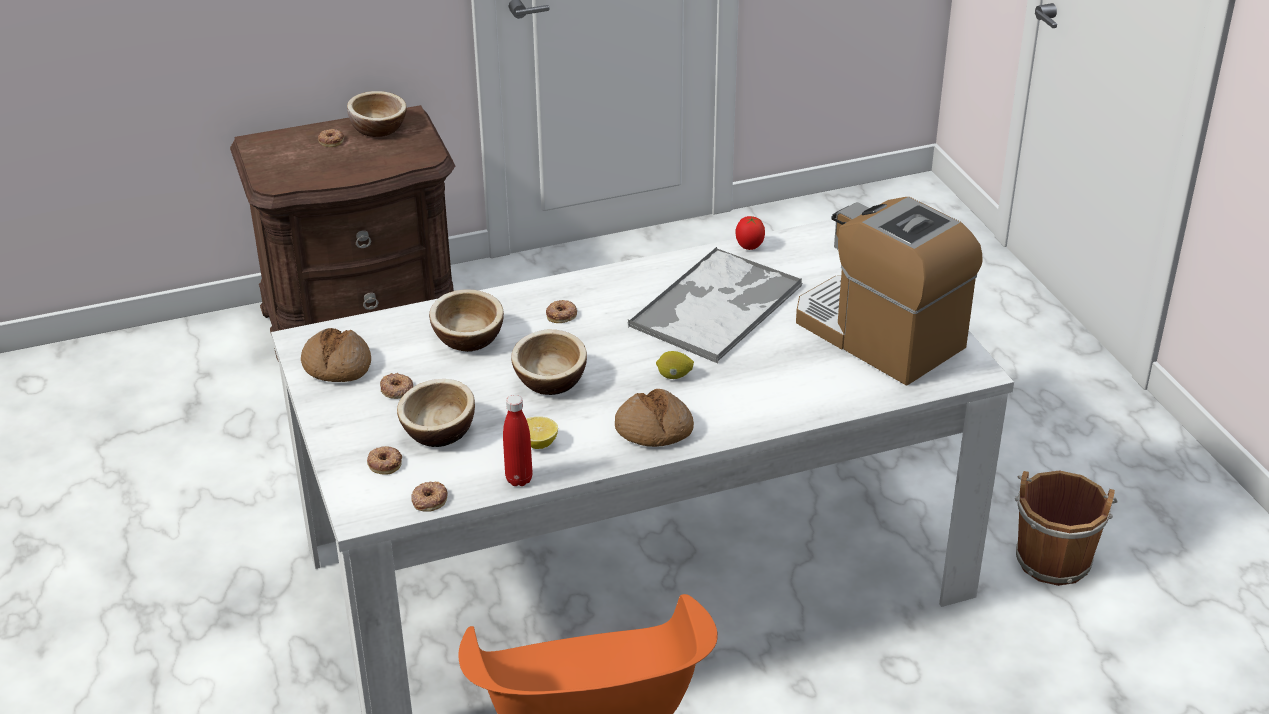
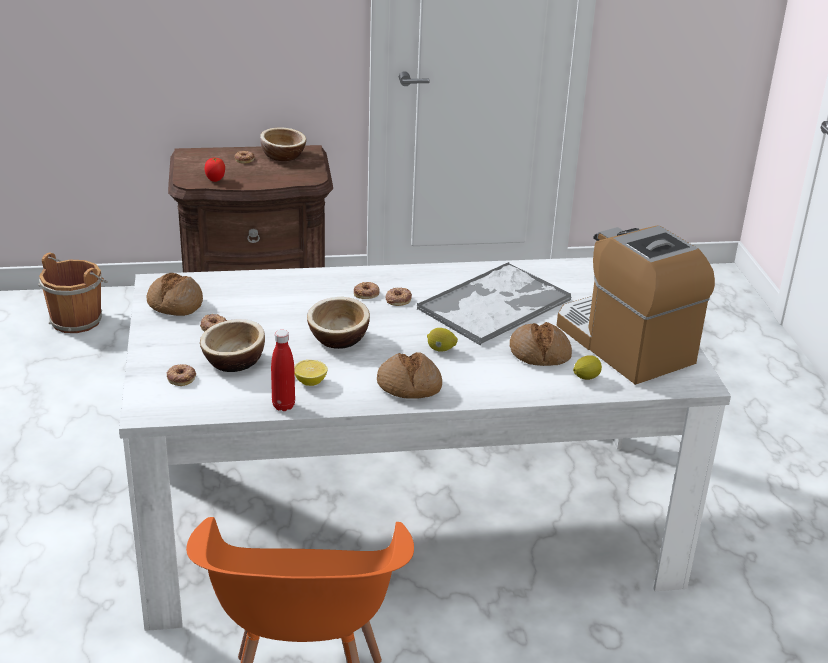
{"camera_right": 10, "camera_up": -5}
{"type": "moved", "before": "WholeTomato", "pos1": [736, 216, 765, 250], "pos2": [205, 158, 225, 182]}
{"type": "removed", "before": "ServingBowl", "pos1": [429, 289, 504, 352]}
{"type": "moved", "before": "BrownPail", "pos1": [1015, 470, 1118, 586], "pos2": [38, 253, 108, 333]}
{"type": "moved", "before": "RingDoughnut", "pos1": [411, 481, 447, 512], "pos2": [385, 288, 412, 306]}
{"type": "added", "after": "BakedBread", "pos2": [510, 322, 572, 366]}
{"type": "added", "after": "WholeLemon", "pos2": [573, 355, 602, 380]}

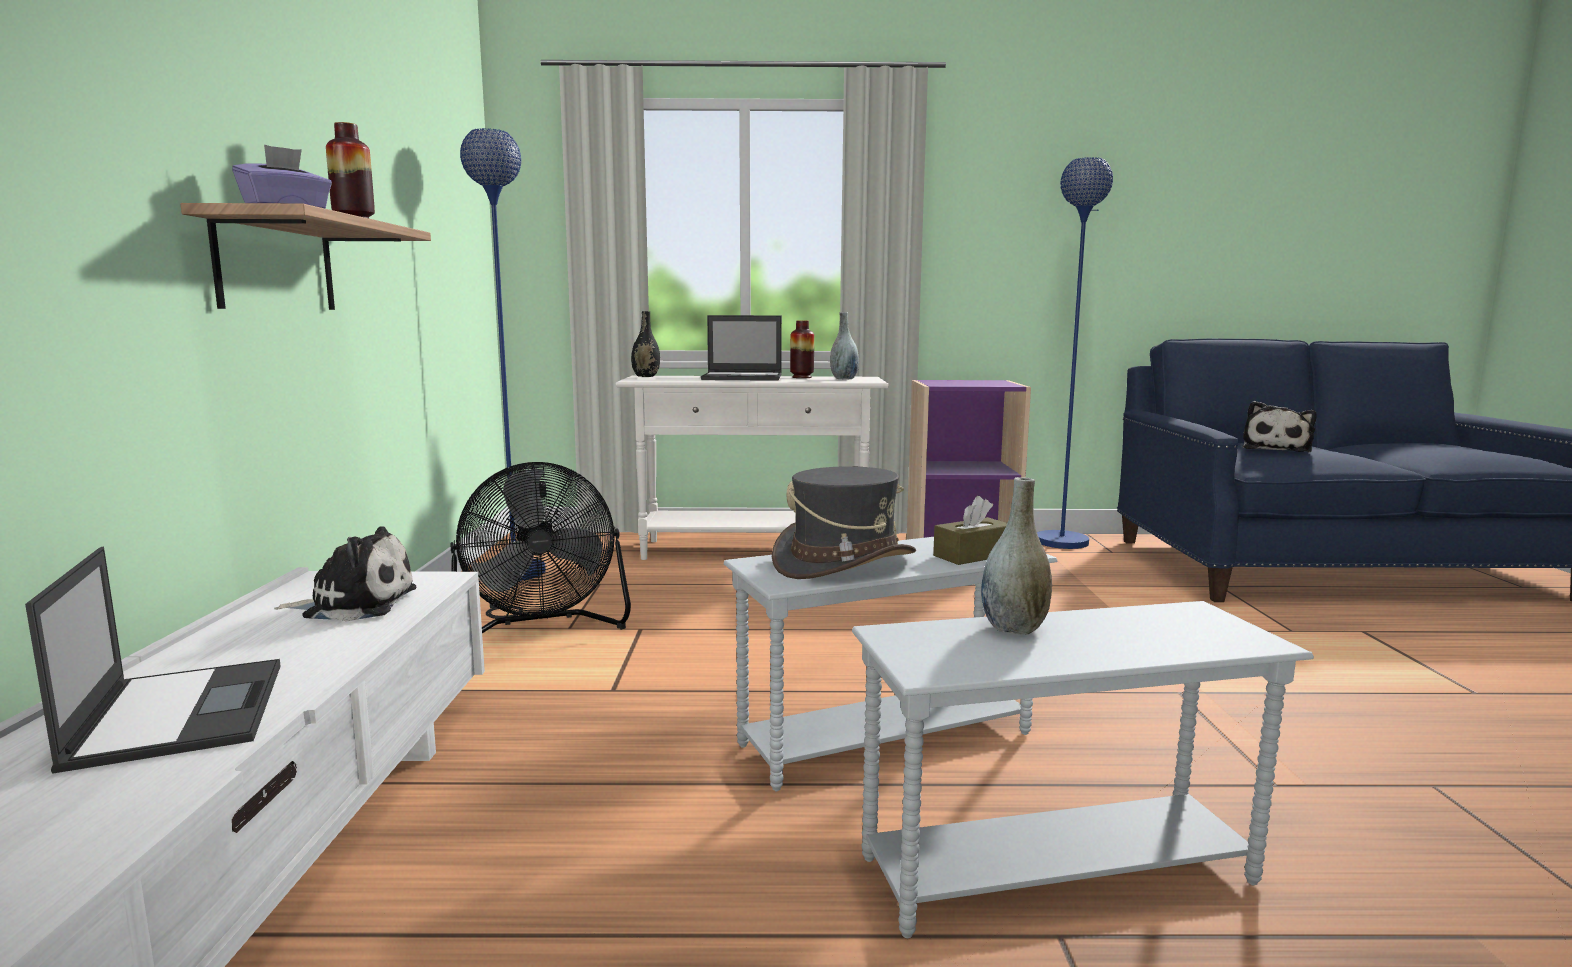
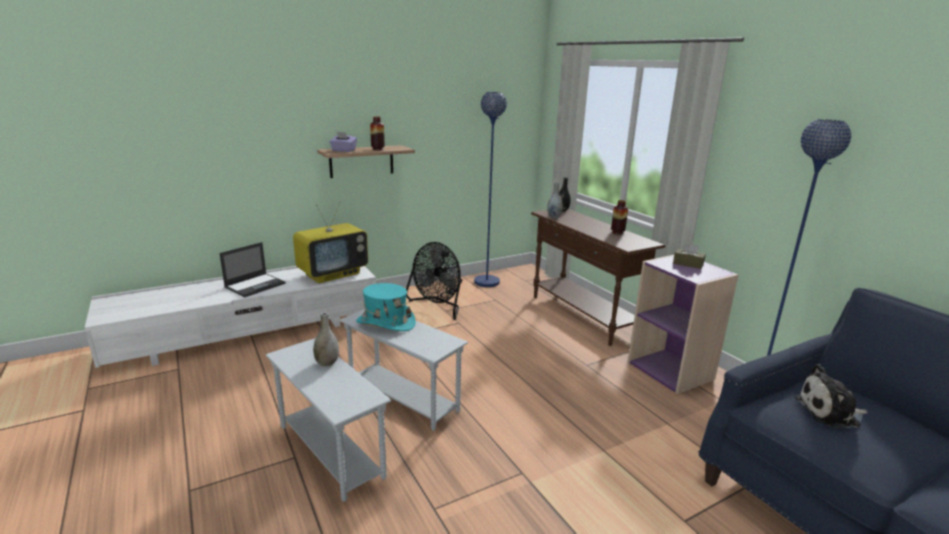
{"camera_right": 60, "camera_up": 10}
{"type": "moved", "before": "GreyDecorativeVase", "pos1": [830, 312, 859, 380], "pos2": [547, 182, 563, 218]}
{"type": "removed", "before": "Laptop", "pos1": [701, 315, 782, 381]}
{"type": "recoloured", "before": "WhiteColouredNarrowTable", "after": "BrownNarrowTable", "pos1": [616, 376, 889, 560], "pos2": [531, 209, 665, 346]}
{"type": "recoloured", "before": "GreyWearableHat", "after": "TurquoiseColouredWearableHat", "pos1": [772, 466, 916, 579], "pos2": [356, 283, 416, 331]}
{"type": "moved", "before": "BrownTissueBox", "pos1": [933, 496, 1007, 565], "pos2": [673, 243, 706, 269]}
{"type": "replaced", "before": "CuddlyToy", "after": "Tv", "pos1": [274, 526, 416, 621], "pos2": [293, 202, 368, 284]}

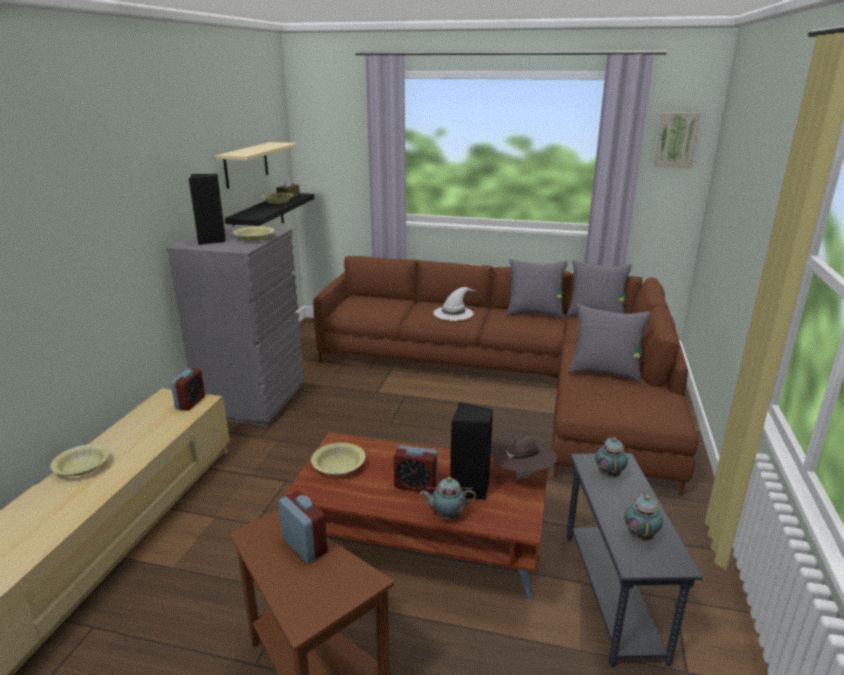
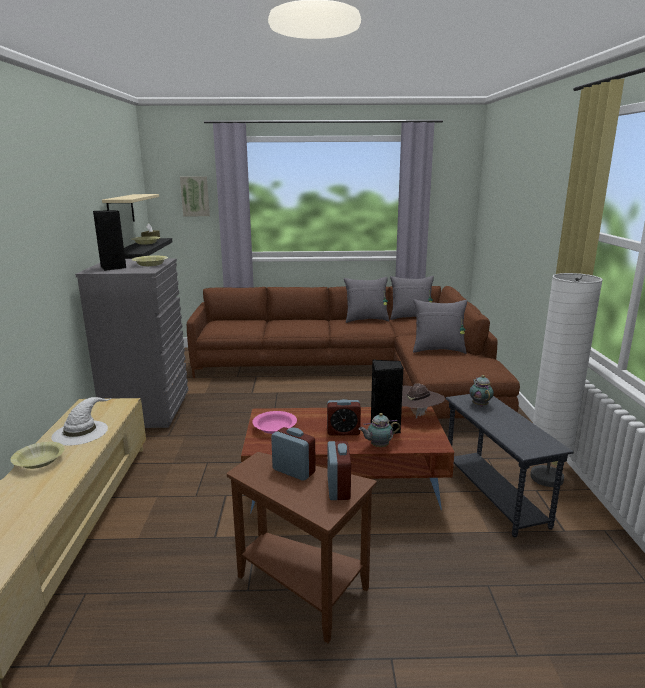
{"camera_right": -15, "camera_up": -5}
{"type": "moved", "before": "WallPicture", "pos1": [654, 112, 701, 168], "pos2": [180, 176, 210, 216]}
{"type": "moved", "before": "WhiteColouredWearableHat", "pos1": [433, 287, 476, 321], "pos2": [51, 397, 111, 445]}
{"type": "moved", "before": "TableClock", "pos1": [171, 368, 205, 411], "pos2": [327, 441, 351, 500]}
{"type": "recoloured", "before": "YellowColouredServingBowl", "after": "PinkServingBowl", "pos1": [311, 443, 365, 475], "pos2": [252, 411, 297, 434]}
{"type": "removed", "before": "Teapot", "pos1": [625, 492, 663, 541]}
{"type": "added", "after": "WhiteColouredFloorLamp", "pos2": [530, 273, 603, 487]}

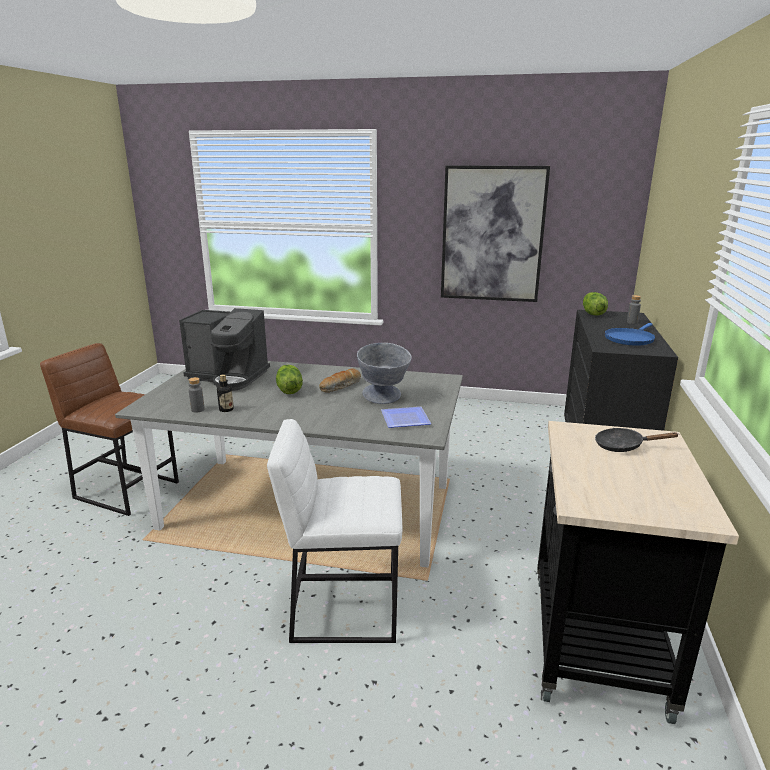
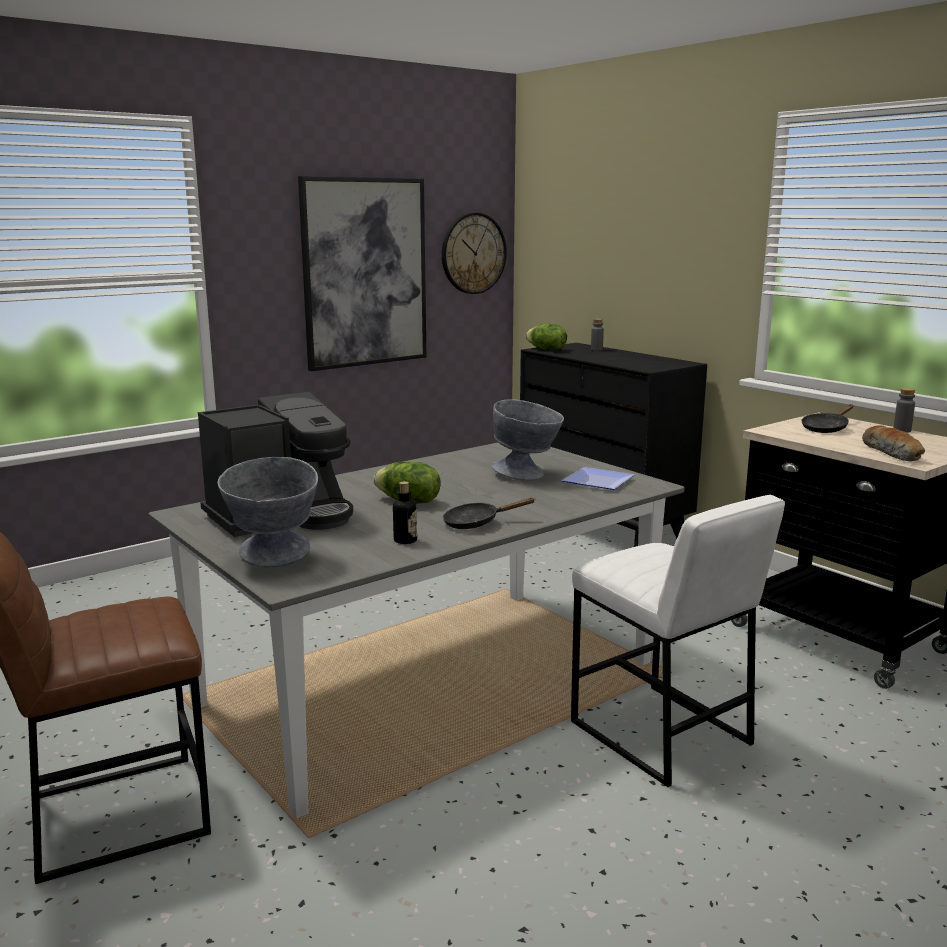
{"camera_right": -50, "camera_up": -5}
{"type": "removed", "before": "BluePan", "pos1": [604, 323, 655, 346]}
{"type": "moved", "before": "BakedBread", "pos1": [319, 369, 361, 393], "pos2": [862, 425, 925, 461]}
{"type": "moved", "before": "GreyBottle", "pos1": [189, 377, 205, 413], "pos2": [894, 388, 915, 433]}
{"type": "turned", "before": "WhiteColouredPlainChair", "pos1": [267, 419, 402, 643], "pos2": [571, 495, 785, 787], "turn": -75}
{"type": "added", "after": "WallClock", "pos2": [442, 213, 507, 294]}
{"type": "added", "after": "GreyServingBowl", "pos2": [217, 457, 318, 567]}
{"type": "added", "after": "BlackPan", "pos2": [443, 498, 535, 529]}

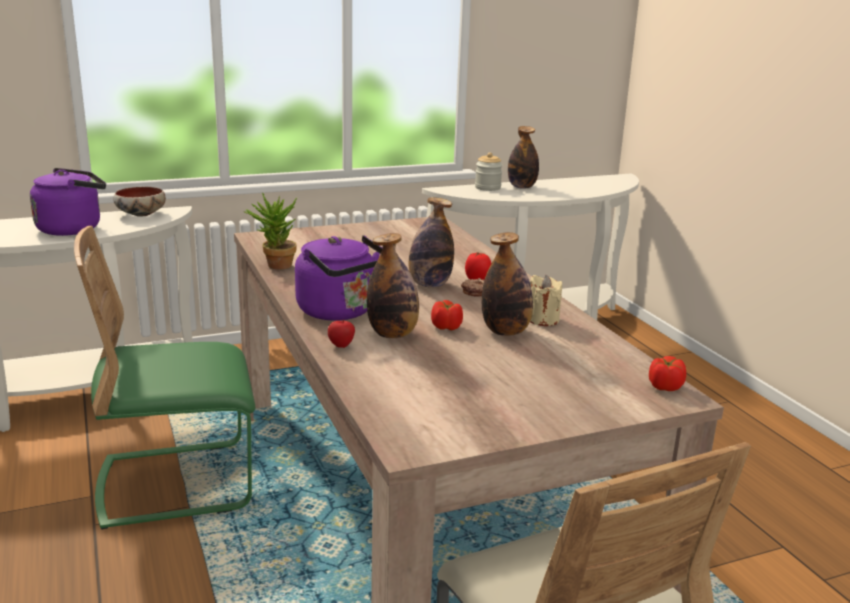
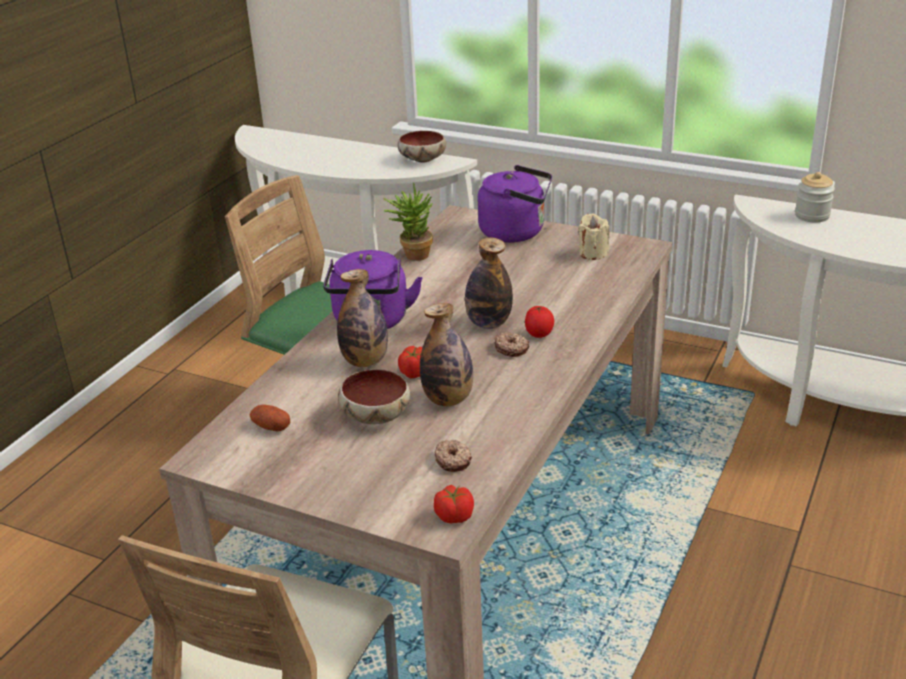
{"camera_right": 50, "camera_up": 10}
{"type": "removed", "before": "Bottle", "pos1": [508, 126, 539, 189]}
{"type": "moved", "before": "PurplishTeaKettle", "pos1": [30, 168, 106, 236], "pos2": [477, 165, 552, 242]}
{"type": "moved", "before": "SandColouredWaxCandle", "pos1": [530, 275, 562, 326], "pos2": [578, 213, 610, 260]}
{"type": "removed", "before": "AppleFruit", "pos1": [328, 320, 355, 348]}
{"type": "added", "after": "ServingBowl", "pos2": [338, 369, 410, 424]}
{"type": "added", "after": "WholePotato", "pos2": [249, 405, 290, 432]}
{"type": "added", "after": "RingDoughnut", "pos2": [435, 440, 472, 472]}

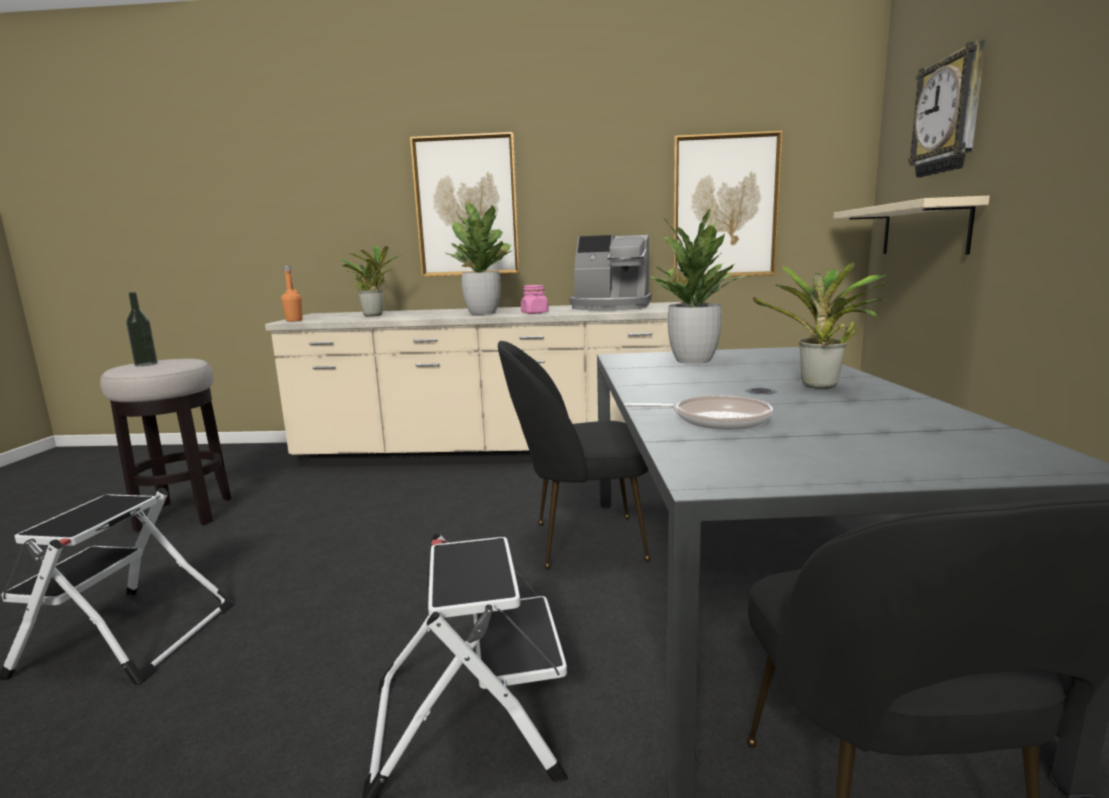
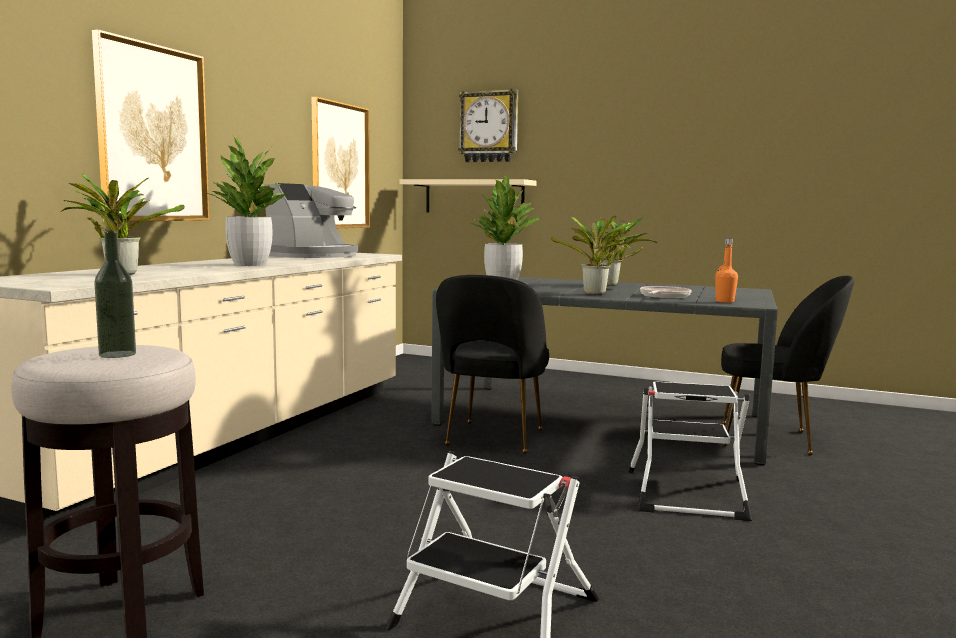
{"camera_right": -70, "camera_up": -5}
{"type": "moved", "before": "OrangeyBottle", "pos1": [281, 266, 303, 322], "pos2": [715, 239, 738, 303]}
{"type": "removed", "before": "PinkJar", "pos1": [521, 285, 549, 314]}
{"type": "added", "after": "PlantInAPot", "pos2": [551, 216, 632, 295]}

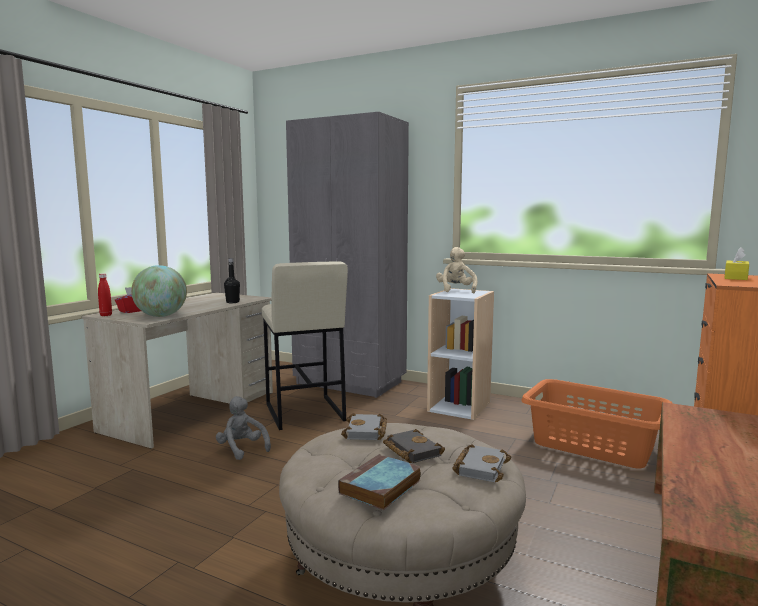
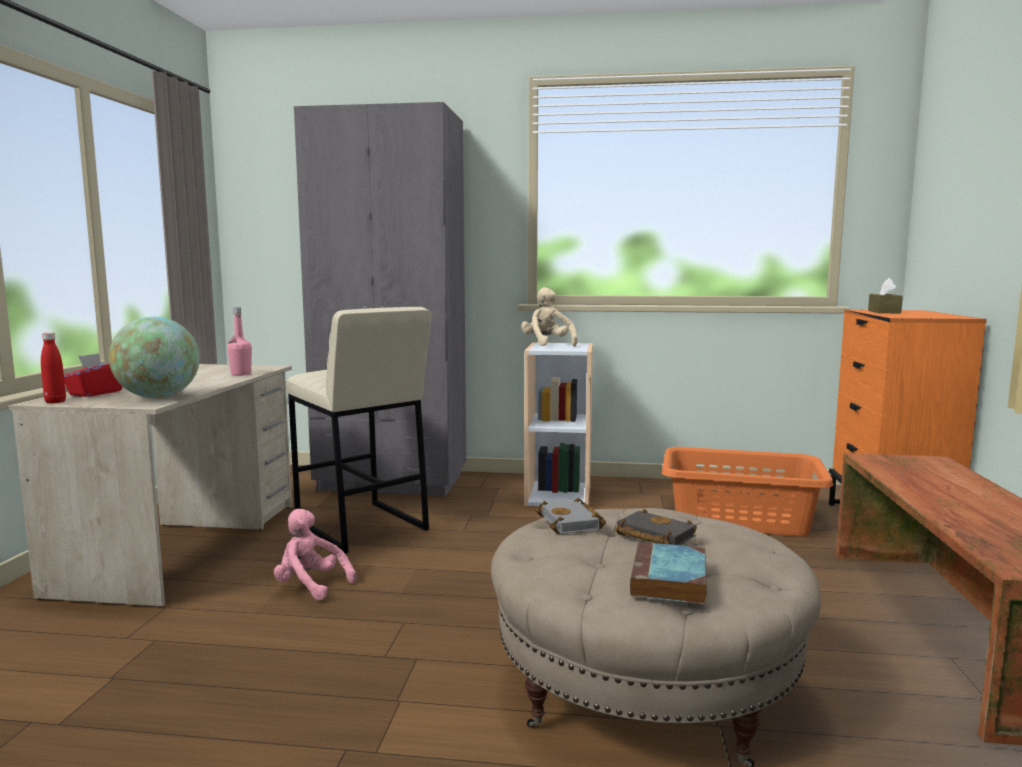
{"camera_right": -20, "camera_up": 0}
{"type": "recoloured", "before": "YellowColouredTissueBox", "after": "BrownTissueBox", "pos1": [724, 247, 749, 280], "pos2": [868, 278, 903, 313]}
{"type": "recoloured", "before": "BlackBottle", "after": "PinkBottle", "pos1": [224, 258, 240, 303], "pos2": [227, 307, 252, 376]}
{"type": "recoloured", "before": "GreyCuddlyToy", "after": "PinkCuddlyToy", "pos1": [216, 396, 271, 460], "pos2": [274, 509, 356, 600]}
{"type": "removed", "before": "GreyBook", "pos1": [452, 444, 511, 482]}

